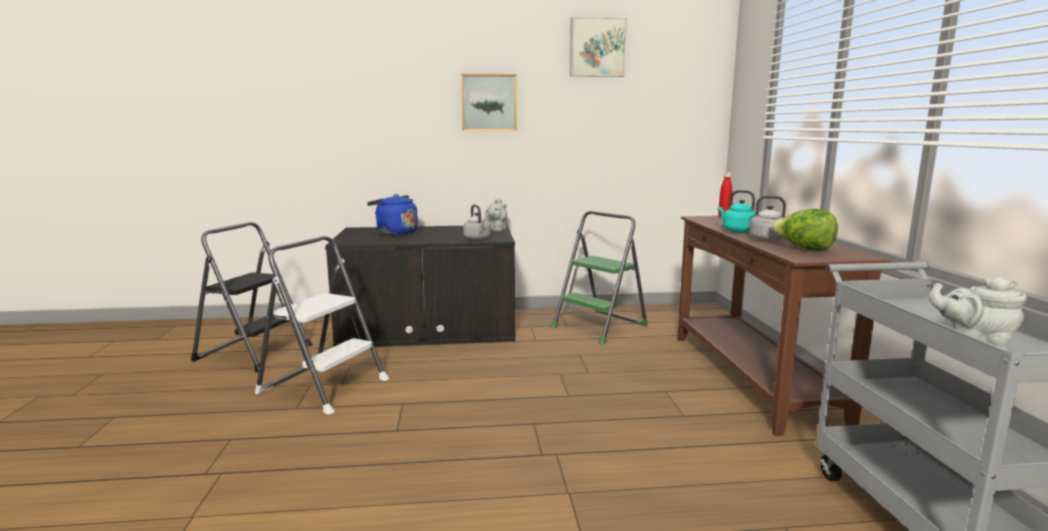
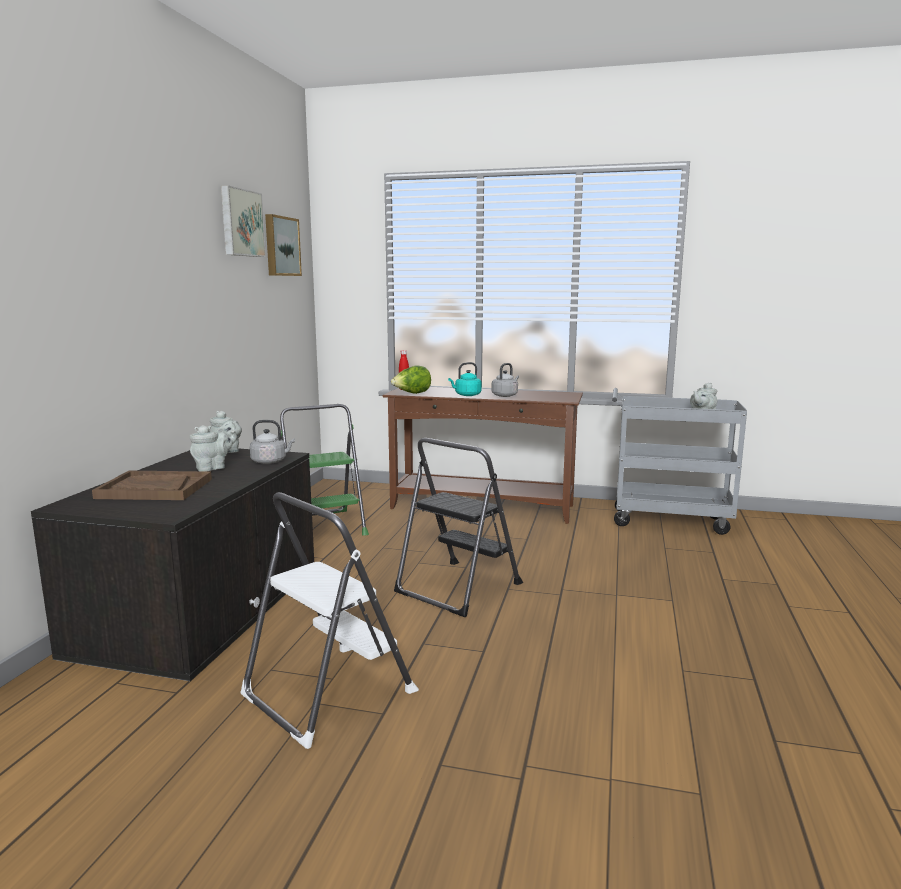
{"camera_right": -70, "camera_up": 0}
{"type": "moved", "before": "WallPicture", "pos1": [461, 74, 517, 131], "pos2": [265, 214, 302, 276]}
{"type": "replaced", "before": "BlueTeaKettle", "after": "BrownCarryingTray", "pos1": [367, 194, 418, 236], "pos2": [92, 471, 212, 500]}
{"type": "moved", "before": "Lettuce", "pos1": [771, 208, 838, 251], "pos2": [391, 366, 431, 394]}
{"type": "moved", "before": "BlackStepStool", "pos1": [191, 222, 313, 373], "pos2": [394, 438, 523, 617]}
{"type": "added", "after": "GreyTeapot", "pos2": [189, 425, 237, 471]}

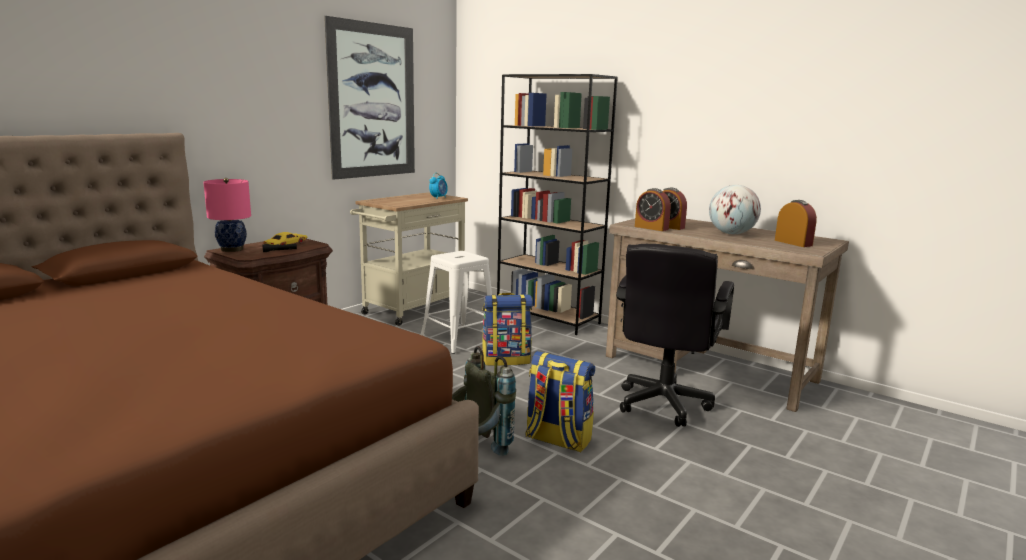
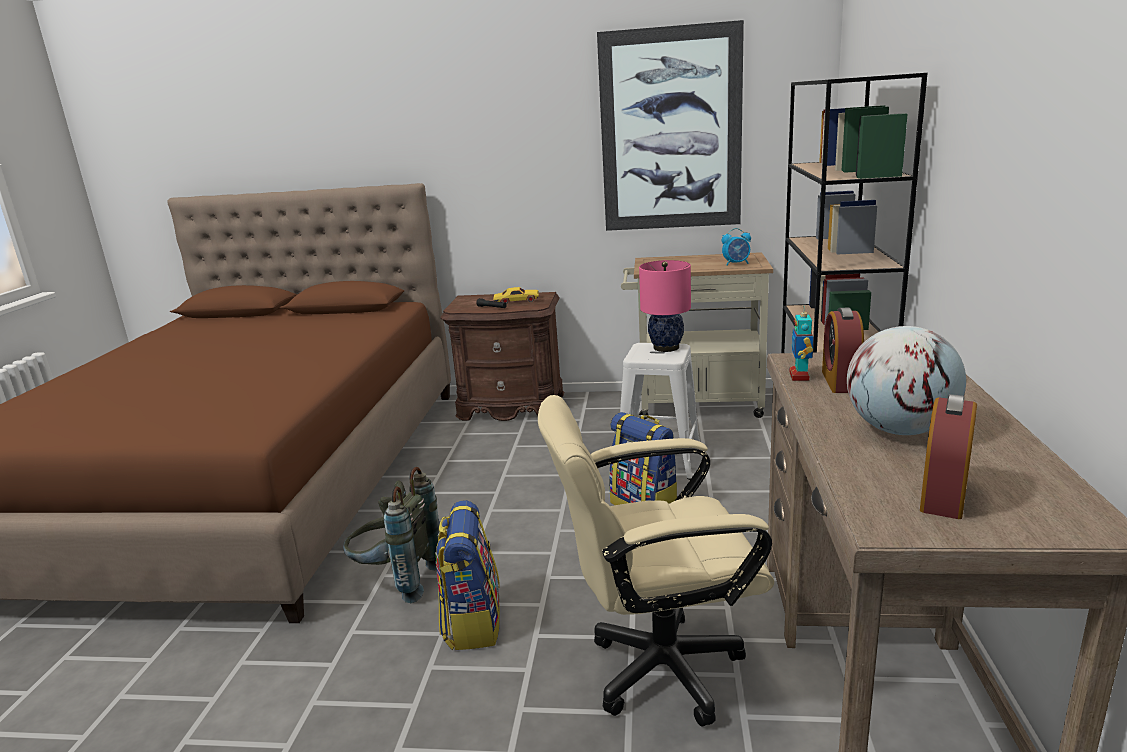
{"camera_right": 60, "camera_up": 5}
{"type": "moved", "before": "PinkLampForATable", "pos1": [203, 178, 251, 252], "pos2": [639, 260, 691, 352]}
{"type": "replaced", "before": "TableClock", "after": "ToyRobot", "pos1": [635, 188, 671, 231], "pos2": [789, 306, 814, 381]}
{"type": "recoloured", "before": "BlackDeskChair", "after": "SandColouredDeskChair", "pos1": [616, 244, 734, 427], "pos2": [538, 395, 774, 727]}

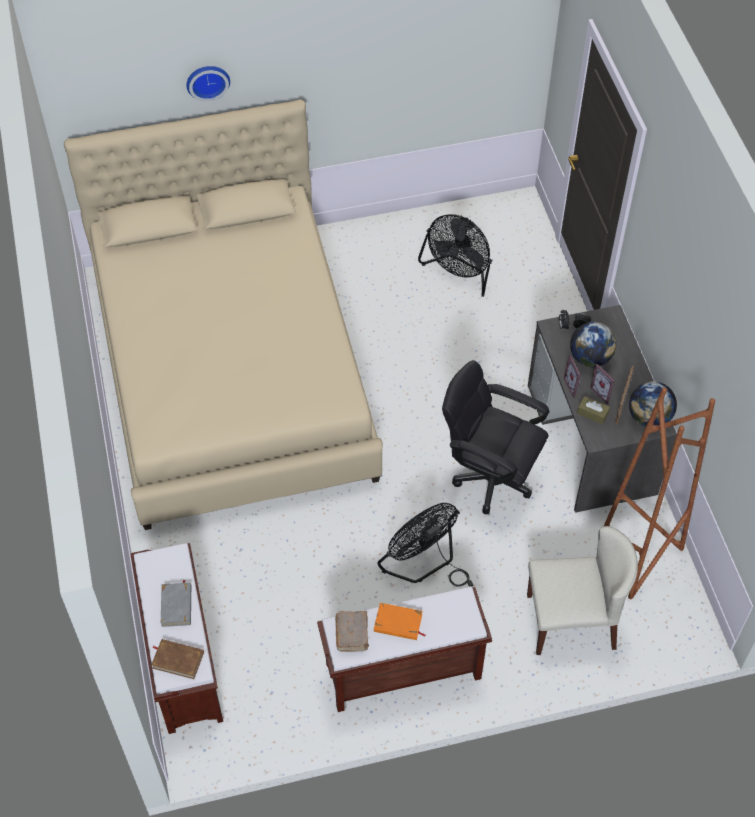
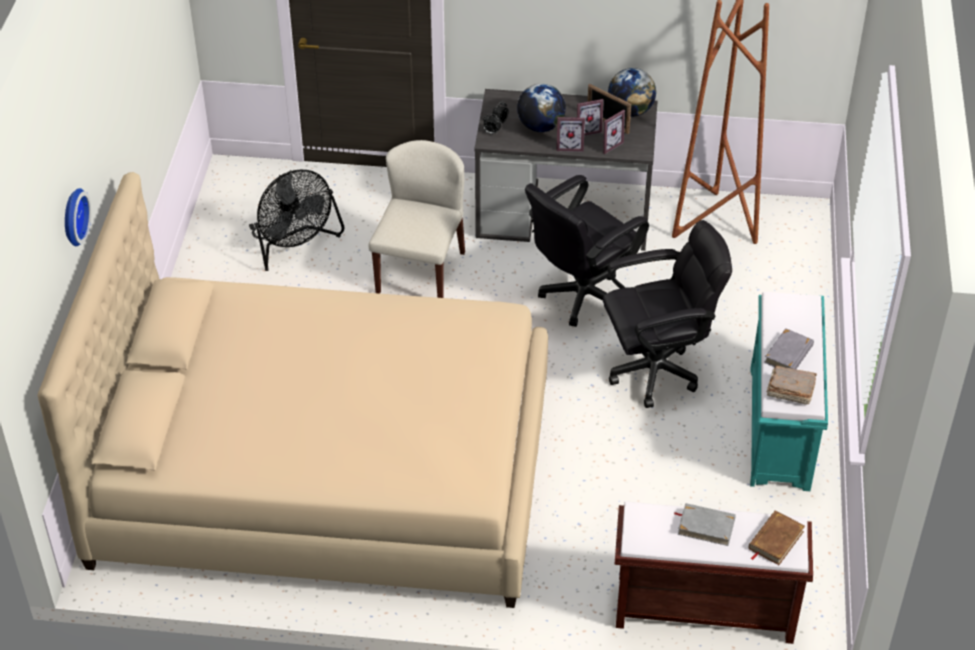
{"camera_right": -70, "camera_up": -10}
{"type": "replaced", "before": "BrownTissueBox", "after": "StandingFrame", "pos1": [577, 396, 610, 425], "pos2": [603, 110, 625, 154]}
{"type": "replaced", "before": "BlackCoolingFan", "after": "BlackDeskChair", "pos1": [378, 503, 473, 587], "pos2": [603, 220, 732, 408]}
{"type": "moved", "before": "SandColouredPlainChair", "pos1": [527, 526, 638, 655], "pos2": [368, 140, 465, 298]}
{"type": "recoloured", "before": "BrownIndoorBench", "after": "TurquoiseColouredIndoorBench", "pos1": [317, 586, 492, 712], "pos2": [750, 292, 828, 491]}
{"type": "recoloured", "before": "OrangeyBook", "after": "GreyBook", "pos1": [374, 603, 426, 640], "pos2": [764, 328, 814, 369]}

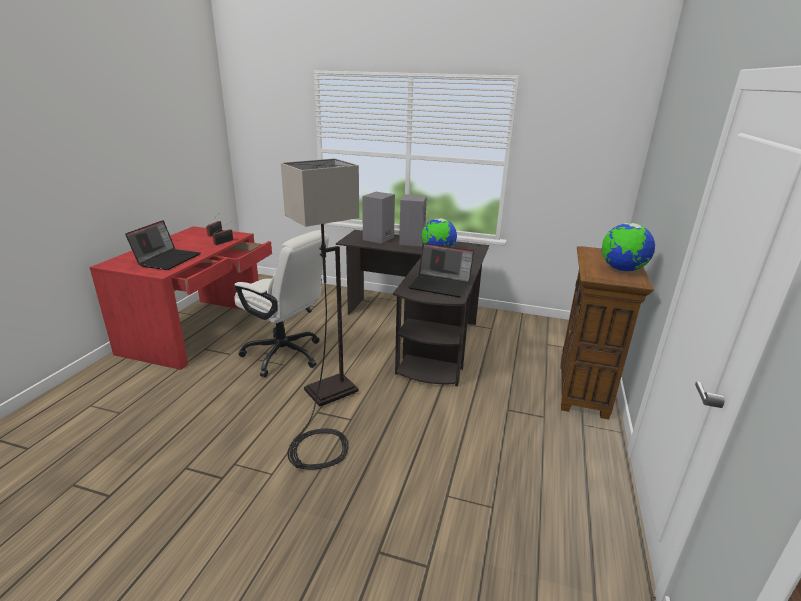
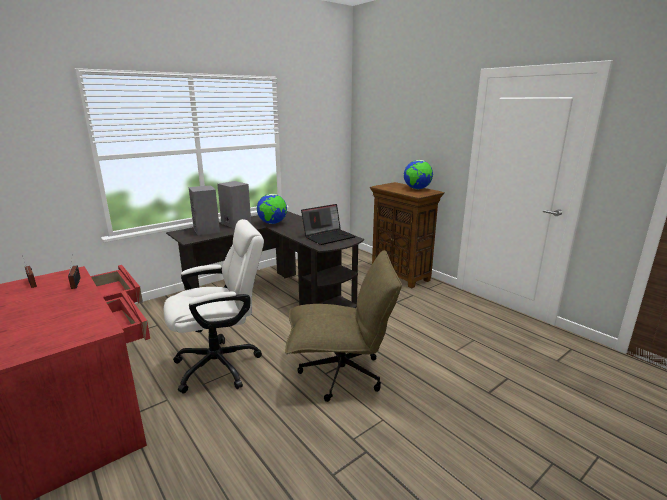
{"camera_right": -55, "camera_up": -5}
{"type": "replaced", "before": "FloorLamp", "after": "SandColouredDeskChair", "pos1": [281, 158, 359, 471], "pos2": [285, 250, 402, 402]}
{"type": "removed", "before": "Laptop", "pos1": [125, 220, 200, 270]}

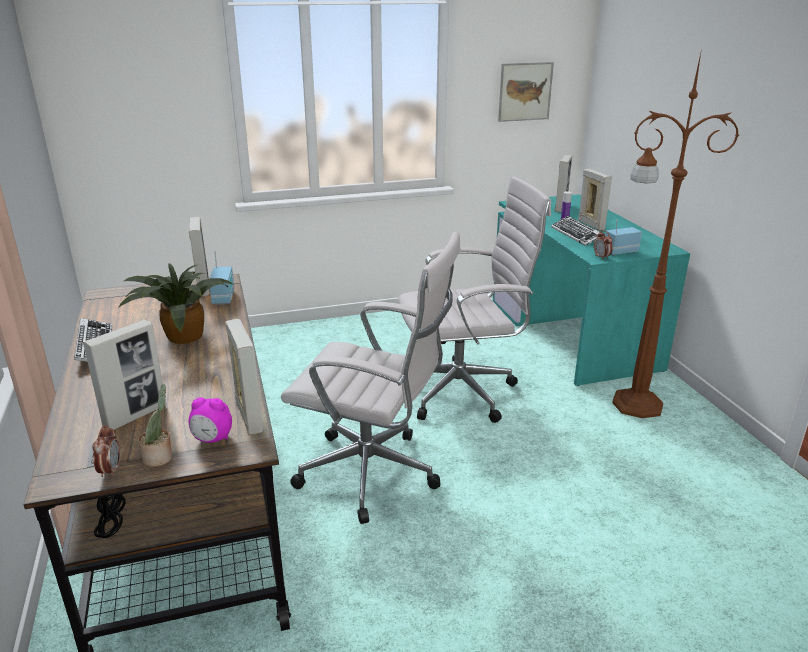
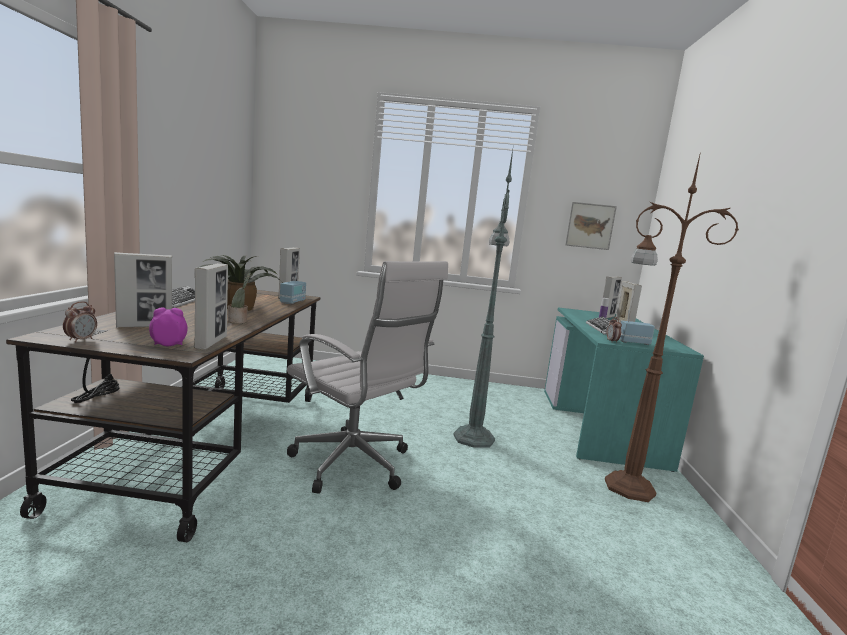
{"camera_right": 20, "camera_up": -15}
{"type": "replaced", "before": "WhiteColouredDeskChair", "after": "GreenColouredFloorLamp", "pos1": [398, 176, 551, 423], "pos2": [453, 150, 513, 448]}
{"type": "moved", "before": "PlantInAPot", "pos1": [138, 384, 173, 467], "pos2": [228, 272, 251, 324]}
{"type": "turned", "before": "TableClock", "pos1": [189, 397, 232, 443], "pos2": [149, 307, 188, 346], "turn": 135}

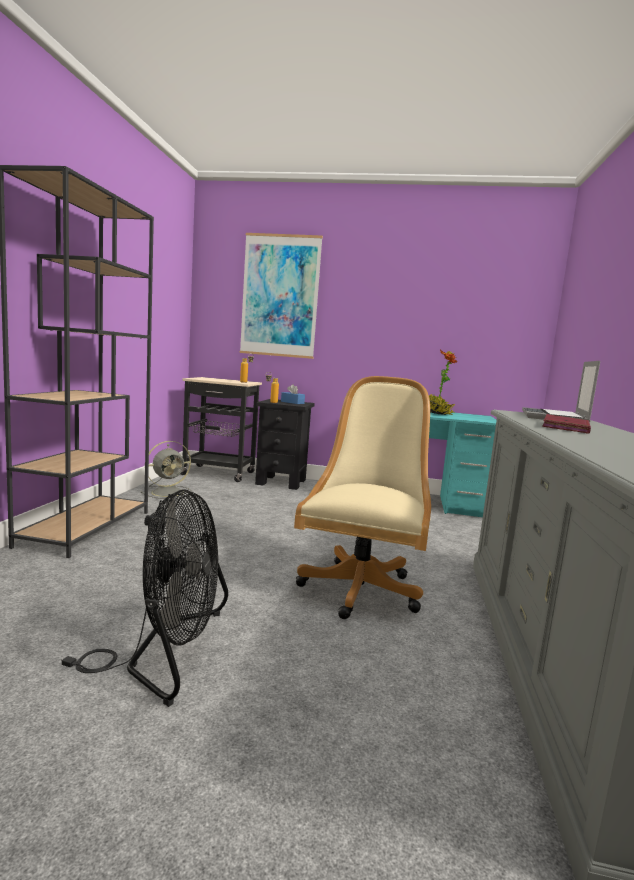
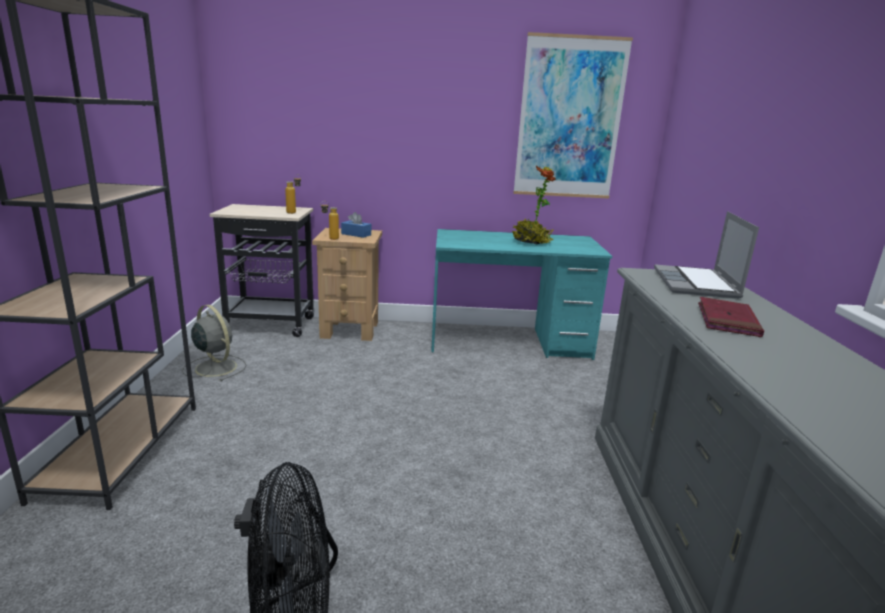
{"camera_right": -10, "camera_up": 10}
{"type": "moved", "before": "WallPicture", "pos1": [240, 233, 323, 359], "pos2": [513, 32, 633, 199]}
{"type": "removed", "before": "SandColouredDeskChair", "pos1": [294, 376, 431, 619]}
{"type": "recoloured", "before": "BlackNightstand", "after": "SandColouredNightstand", "pos1": [255, 399, 315, 490], "pos2": [312, 228, 382, 341]}
{"type": "turned", "before": "GreyCoolingFan", "pos1": [141, 441, 192, 499], "pos2": [182, 305, 247, 381], "turn": -90}

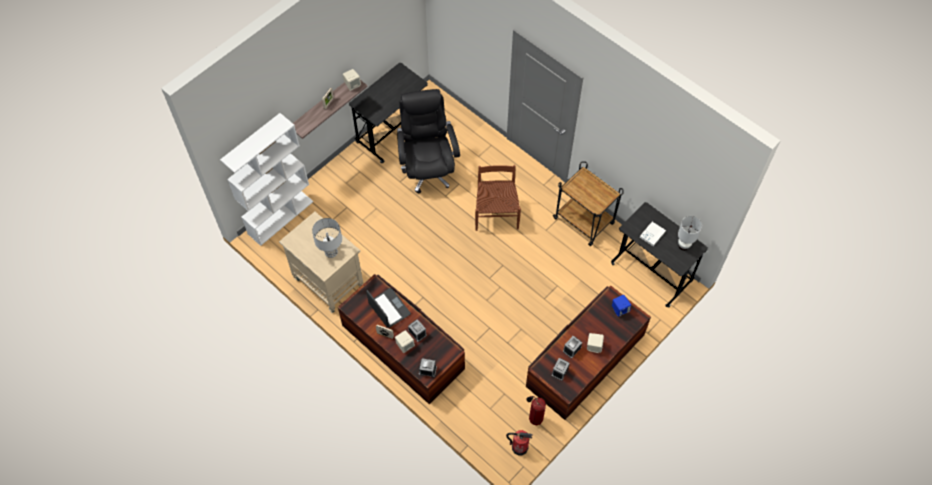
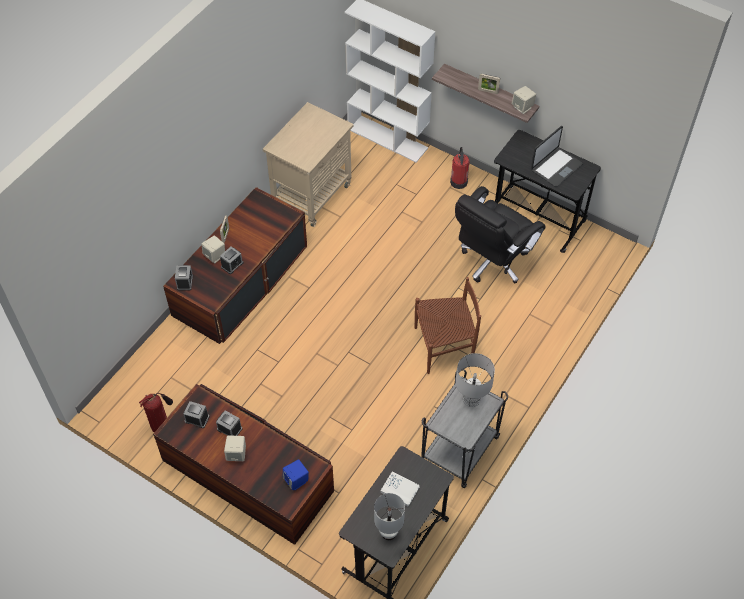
{"camera_right": 80, "camera_up": -5}
{"type": "turned", "before": "BlackDeskChair", "pos1": [397, 89, 460, 193], "pos2": [455, 186, 546, 283], "turn": 150}
{"type": "recoloured", "before": "BrownCart", "after": "GreyCart", "pos1": [553, 161, 624, 246], "pos2": [421, 369, 508, 488]}
{"type": "moved", "before": "WhiteColouredLampForATable", "pos1": [312, 218, 342, 258], "pos2": [455, 353, 495, 407]}
{"type": "moved", "before": "Laptop", "pos1": [366, 288, 411, 328], "pos2": [531, 126, 583, 187]}
{"type": "moved", "before": "FireExtinguisher", "pos1": [506, 430, 533, 456], "pos2": [450, 147, 470, 189]}

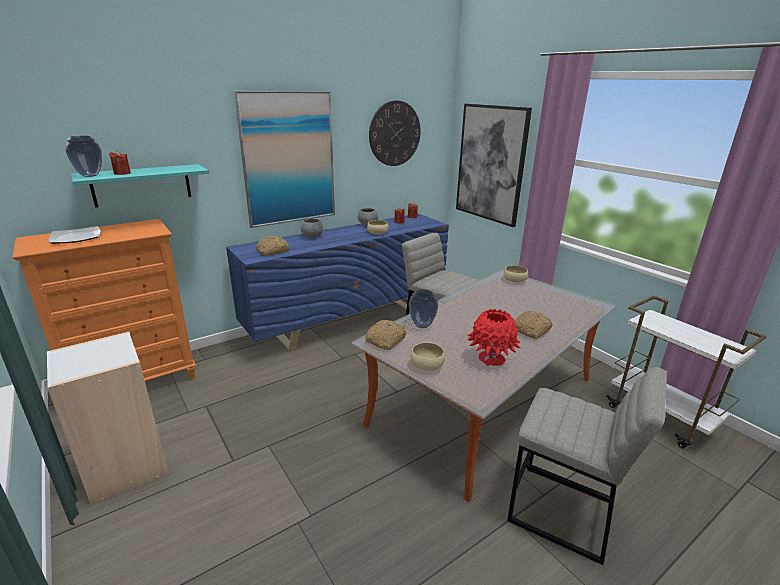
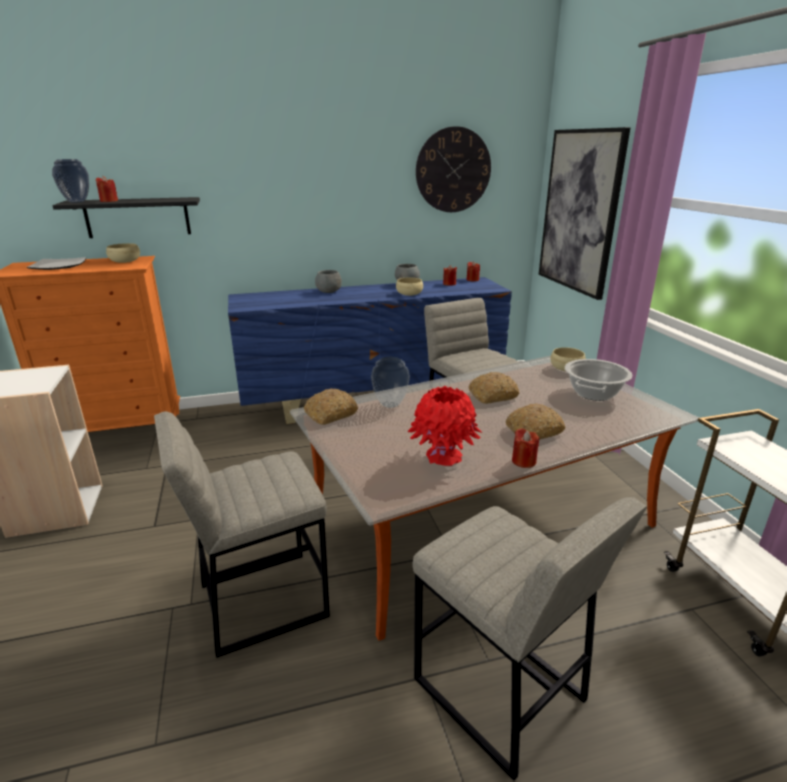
{"camera_right": 20, "camera_up": 0}
{"type": "removed", "before": "WallPicture", "pos1": [234, 91, 335, 228]}
{"type": "recoloured", "before": "TurquoiseColouredShelf", "after": "BlackShelf", "pos1": [71, 164, 209, 208], "pos2": [52, 197, 200, 238]}
{"type": "moved", "before": "BakedBread", "pos1": [256, 236, 289, 256], "pos2": [468, 372, 519, 404]}
{"type": "moved", "before": "SandColouredServingBowl", "pos1": [410, 342, 445, 371], "pos2": [106, 243, 140, 263]}
{"type": "added", "after": "CookingPot", "pos2": [565, 359, 632, 401]}
{"type": "added", "after": "GreyPlainChair", "pos2": [154, 411, 330, 658]}
{"type": "added", "after": "RedColouredWaxCandle", "pos2": [512, 428, 539, 468]}

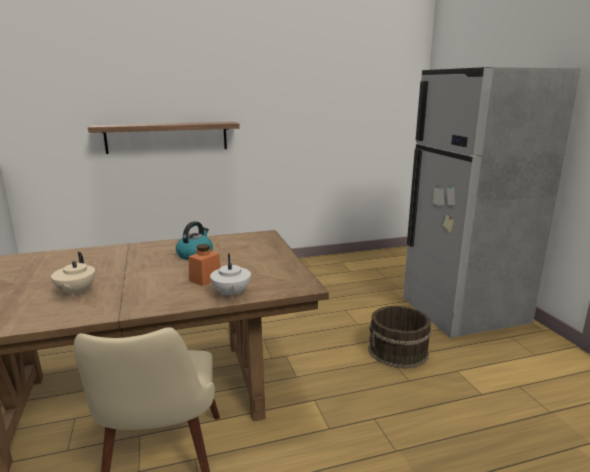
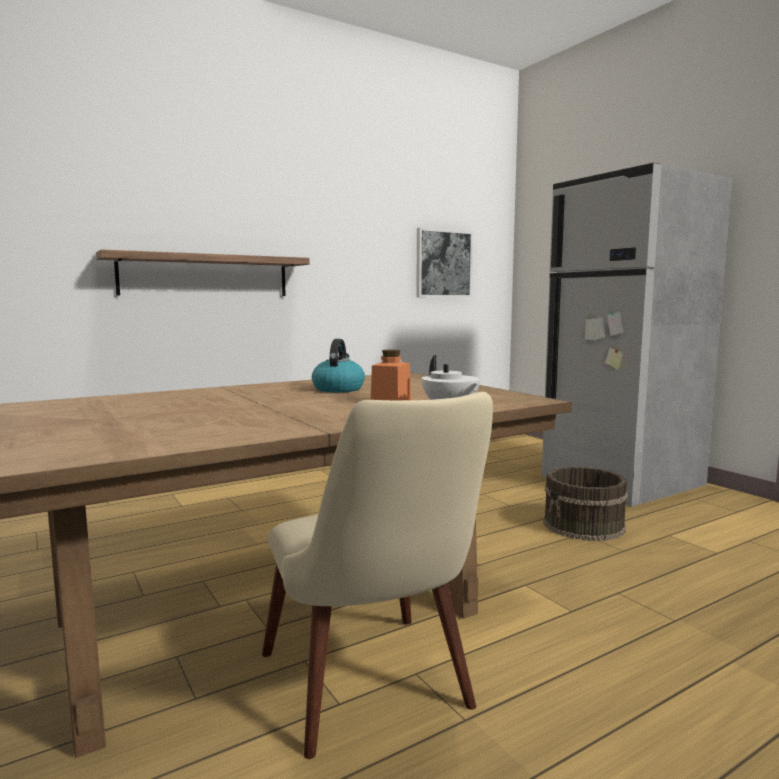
{"camera_right": -15, "camera_up": -10}
{"type": "removed", "before": "SandColouredTeapot", "pos1": [51, 252, 95, 297]}
{"type": "added", "after": "WallPicture", "pos2": [416, 228, 473, 297]}

